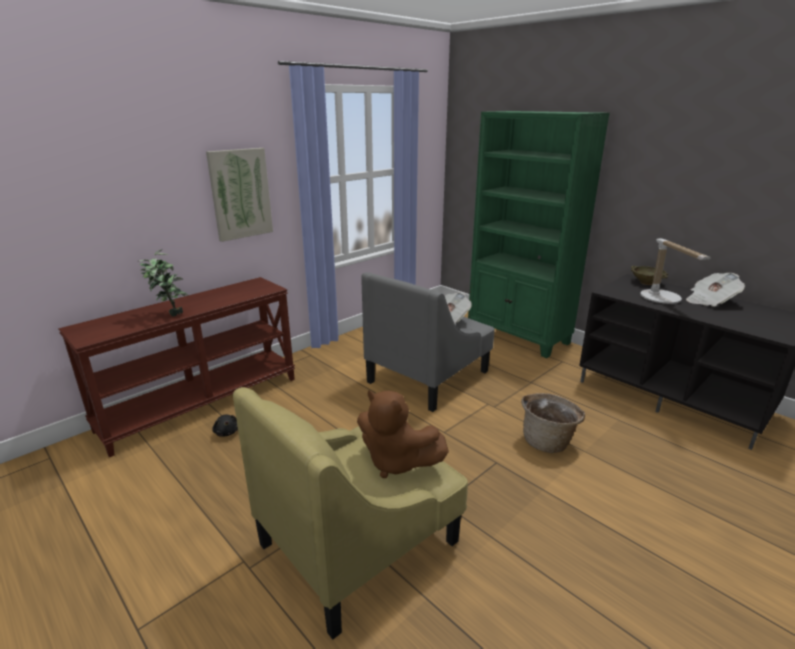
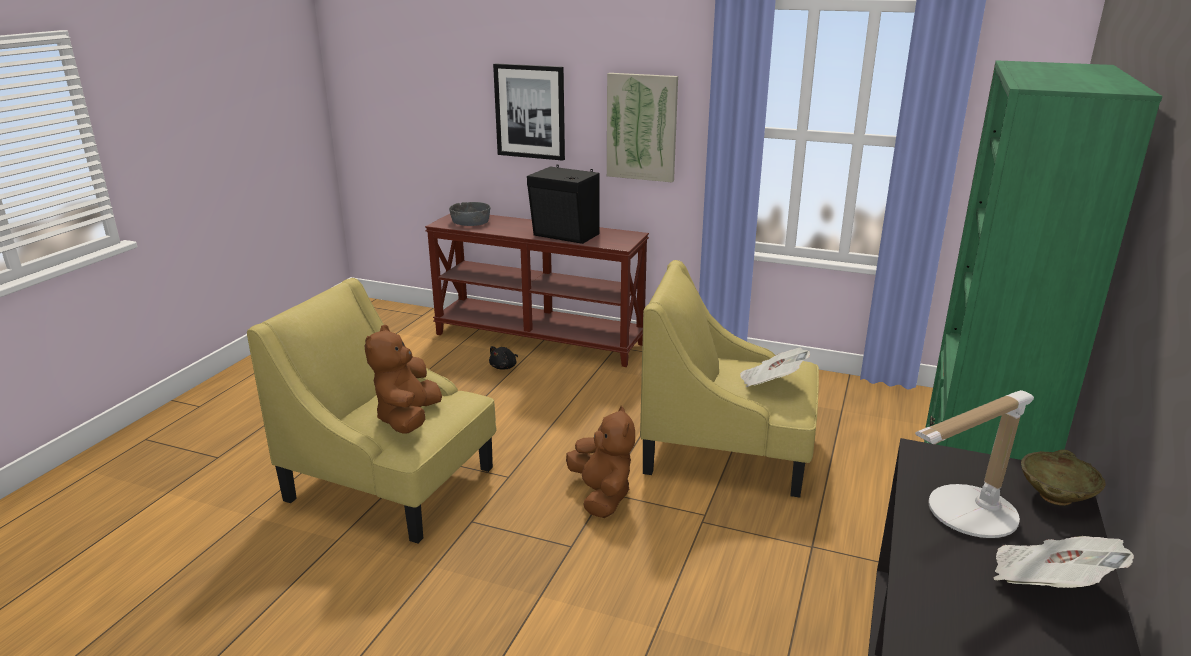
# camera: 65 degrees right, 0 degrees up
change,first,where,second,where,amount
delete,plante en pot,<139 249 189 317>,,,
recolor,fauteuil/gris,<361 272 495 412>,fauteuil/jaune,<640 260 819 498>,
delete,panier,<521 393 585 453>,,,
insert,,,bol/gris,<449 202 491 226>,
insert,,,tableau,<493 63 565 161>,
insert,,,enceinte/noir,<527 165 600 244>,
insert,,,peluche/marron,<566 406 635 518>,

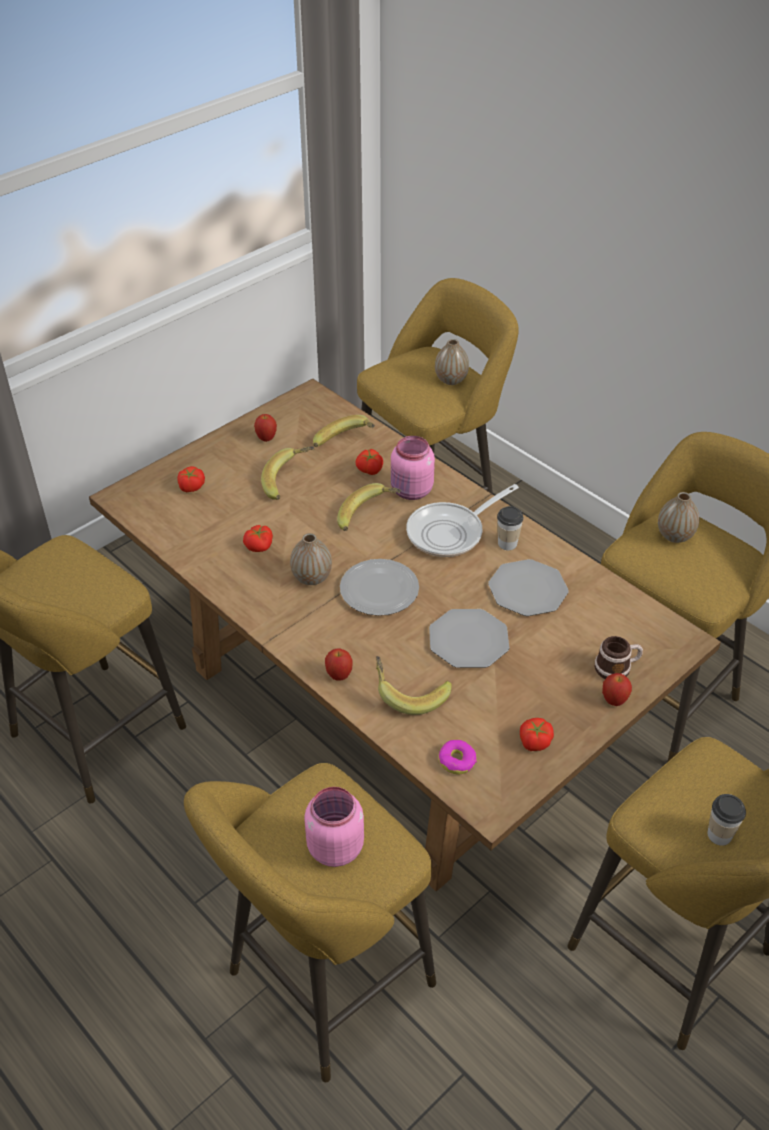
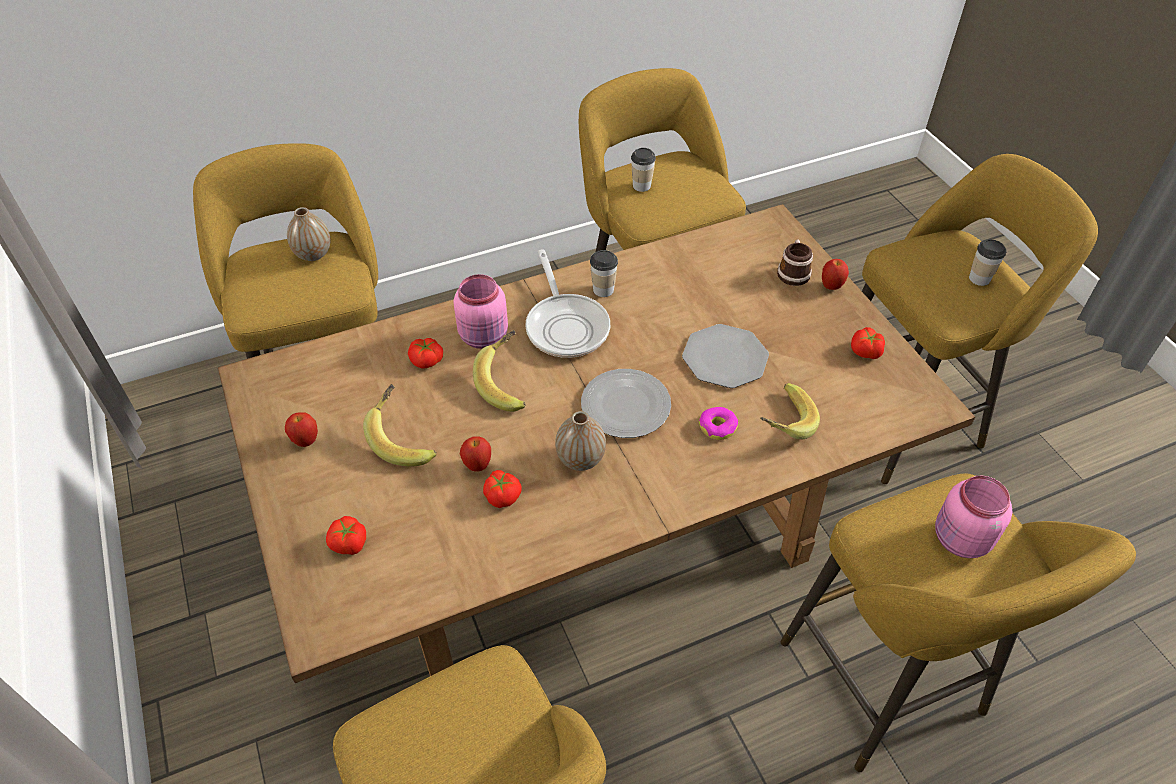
# camera: 70 degrees left, 5 degrees up
change,first,where,second,where,amount
delete,banane,<313 415 375 447>,,,
move,pomme,<325 648 353 681>,,<460 436 491 472>,
move,beignet,<439 740 477 774>,,<699 407 738 440>,
delete,assiette,<488 559 569 616>,,,
replace,vase,<658 492 699 543>,tasse,<631 148 656 192>,

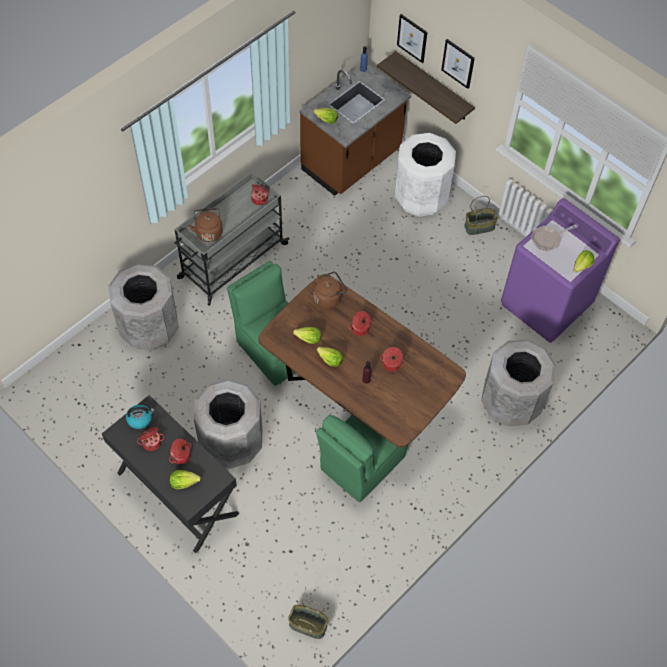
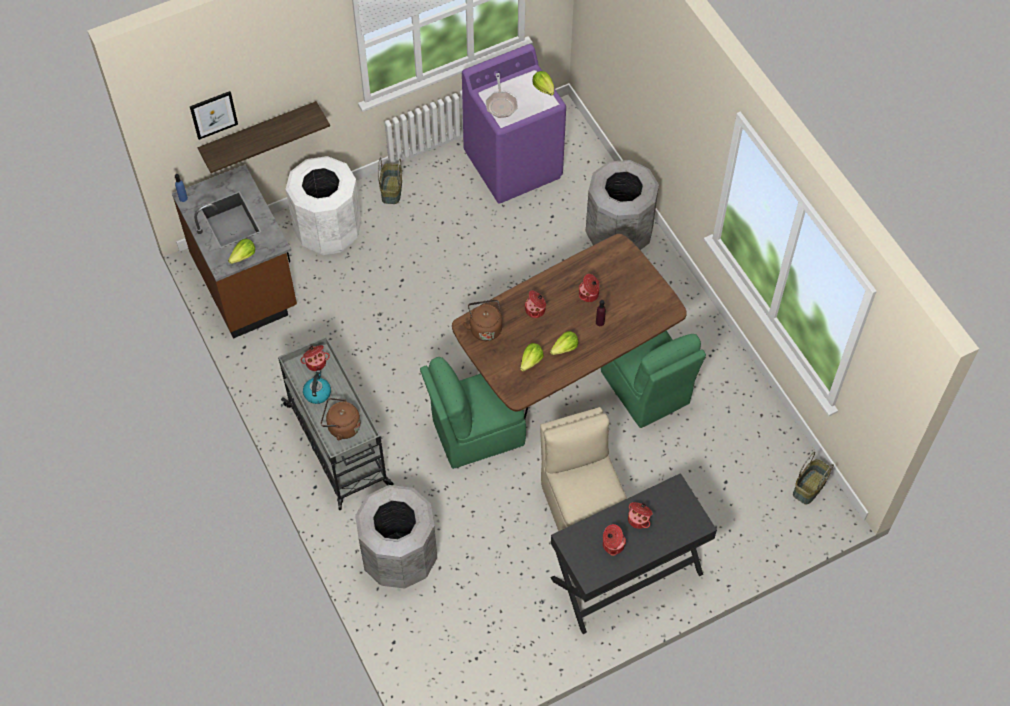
# camera: 70 degrees left, 0 degrees up
change,first,where,second,where,amount
move,bouilloire,<126 405 155 429>,,<303 370 331 404>,
delete,laitue,<170 470 201 489>,,,
replace,poubelle/gris,<194 379 263 469>,chaise/beige,<540 407 627 531>,
delete,tableau,<441 39 475 89>,,,

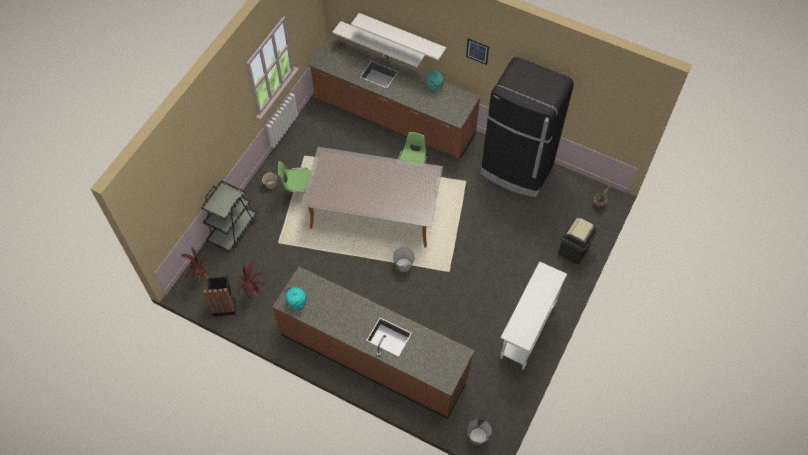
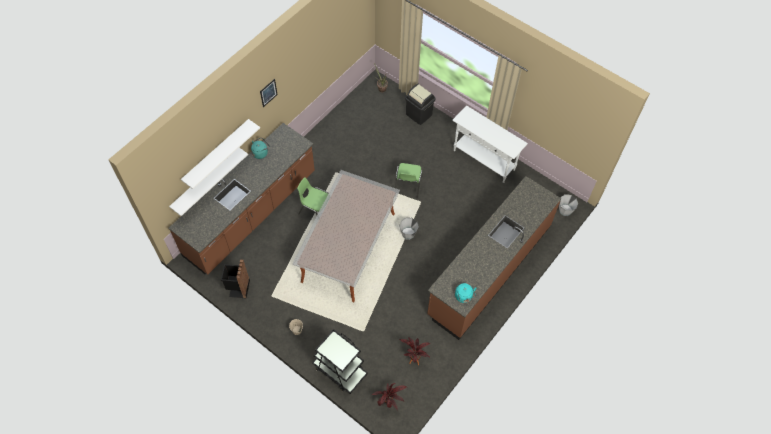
# camera: 80 degrees left, 0 degrees up
change,first,where,second,where,amount
move,poubelle/noir,<203 276 236 317>,,<221 259 250 298>,
move,chaise/vert,<278 161 311 205>,,<395 163 423 200>,
delete,réfrigérateur/noir,<481 57 574 197>,,,

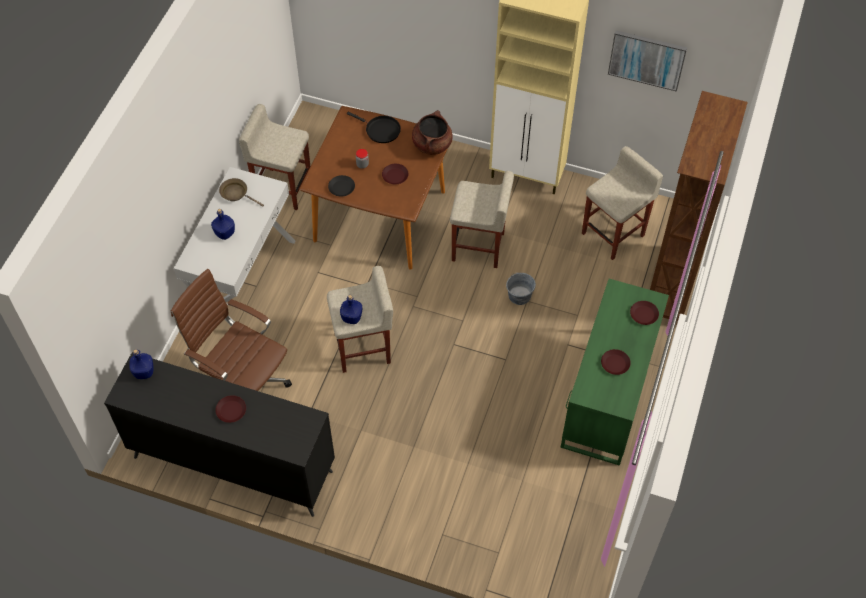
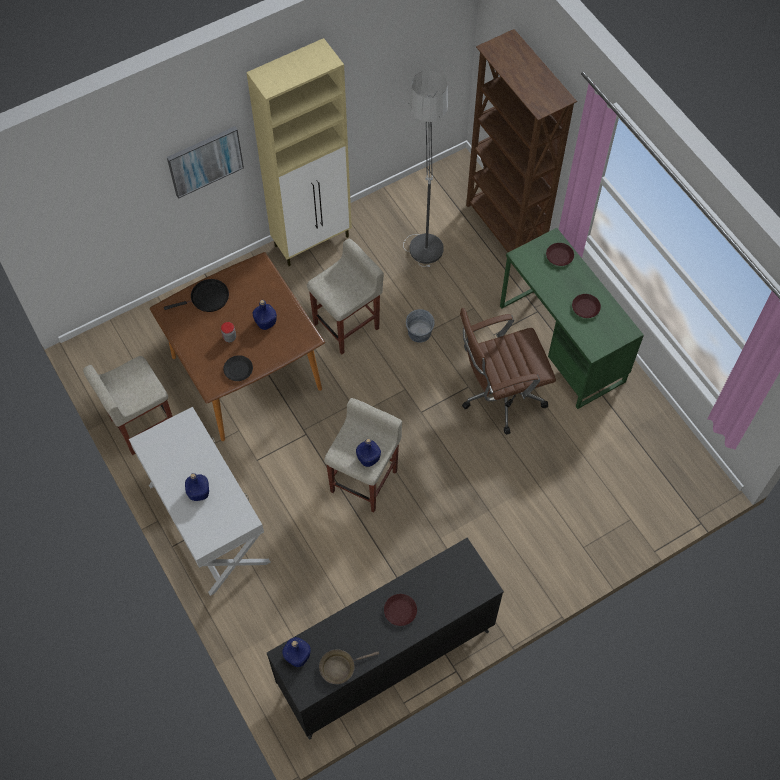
# camera: 50 degrees left, 5 degrees up
change,first,where,second,where,amount
move,chaise de bureau/marron,<171 269 292 391>,,<460 308 556 435>,
move,poêle/marron,<219 178 264 206>,,<319 650 379 684>,
replace,assiette/marron,<382 164 409 184>,bouteille/bleu,<253 300 277 330>,
delete,marmite/marron,<412 110 452 155>,,,
replace,tabouret/beige,<582 146 663 260>,lampadaire,<403 70 448 267>,
move,tableau,<608 30 687 92>,,<167 126 244 199>,

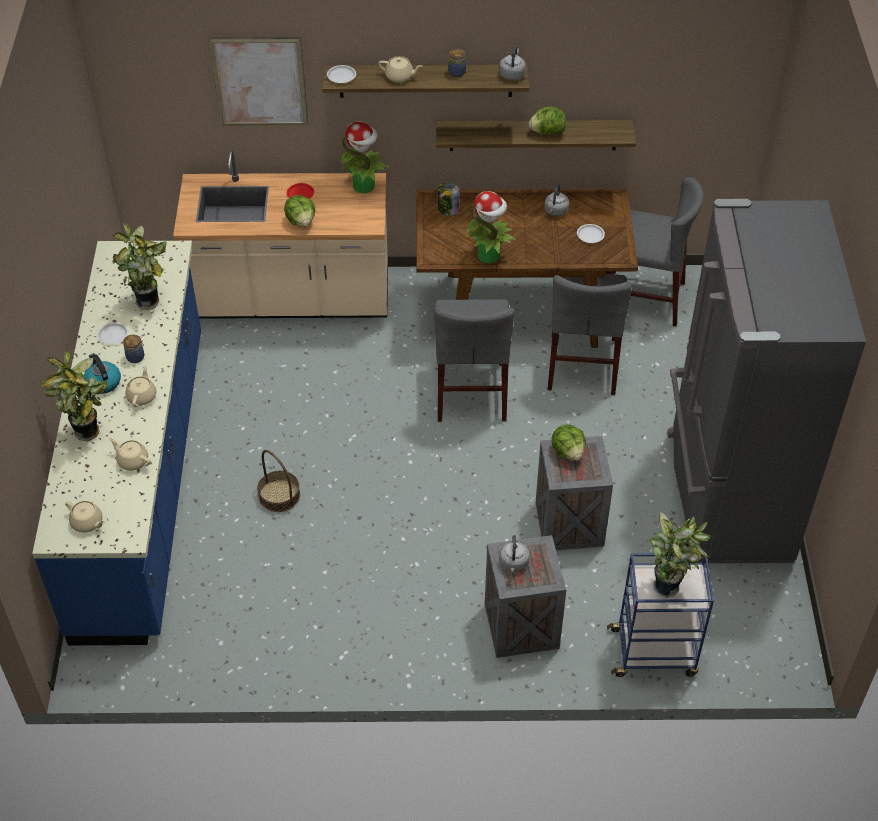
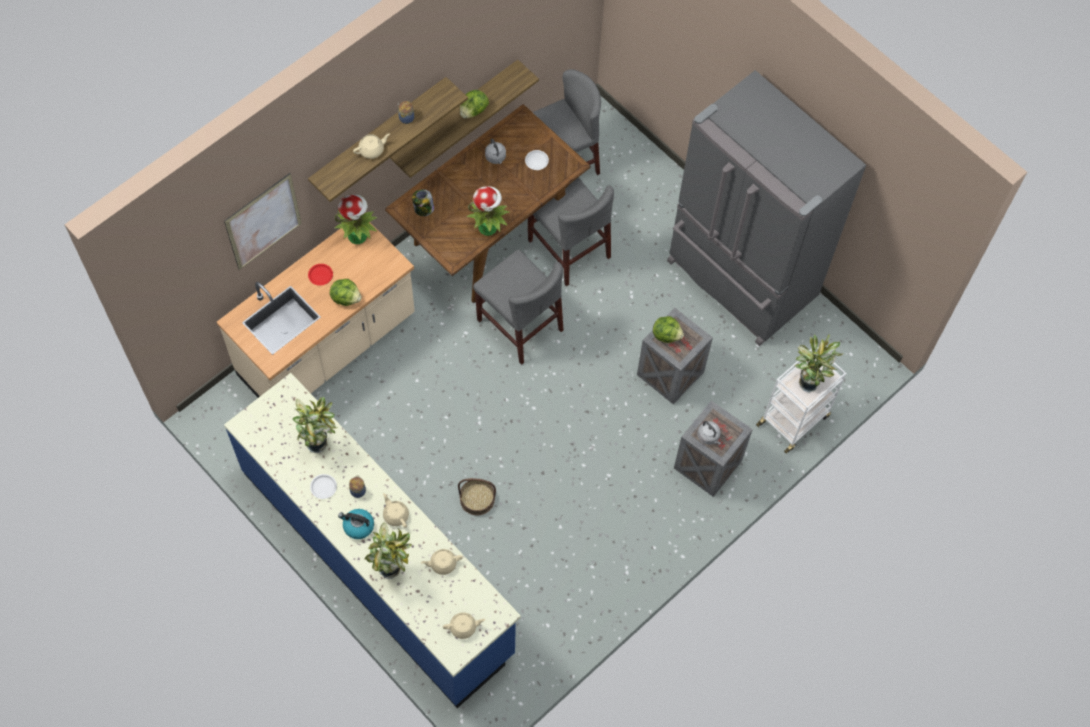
# camera: 45 degrees left, 15 degrees up
change,first,where,second,where,amount
delete,assiette/blanc,<327 65 356 83>,,,
delete,bouilloire/gris,<499 45 526 80>,,,
recolor,chariot/bleu,<607 553 714 677>,chariot/blanc,<756 347 846 454>,

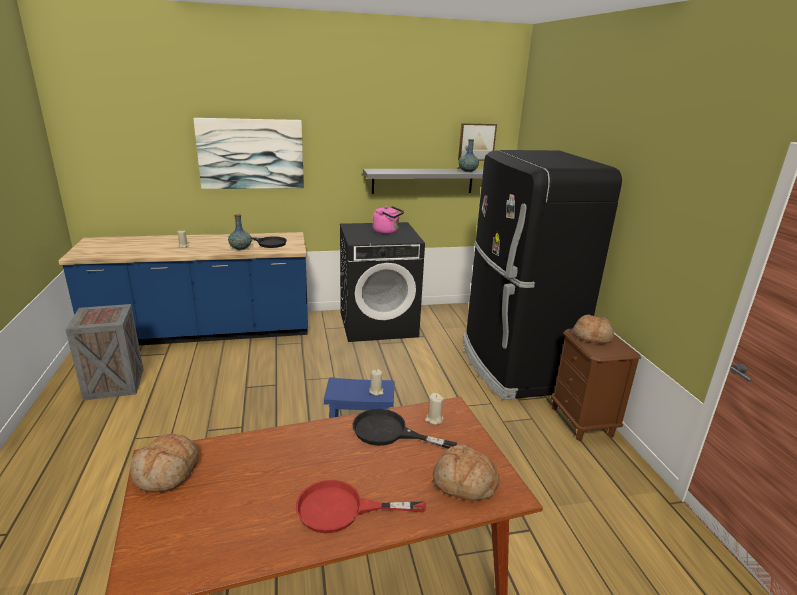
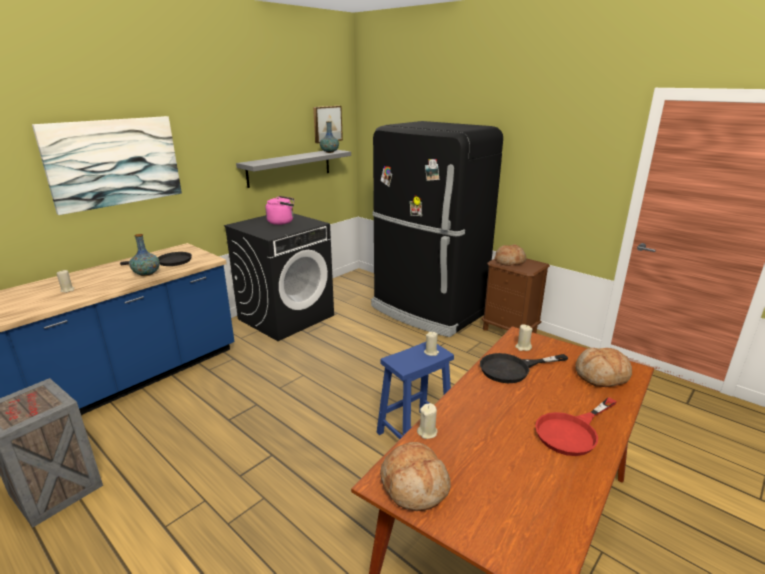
# camera: 35 degrees left, 0 degrees up
change,first,where,second,where,amount
insert,,,bougie/beige,<417 403 438 439>,

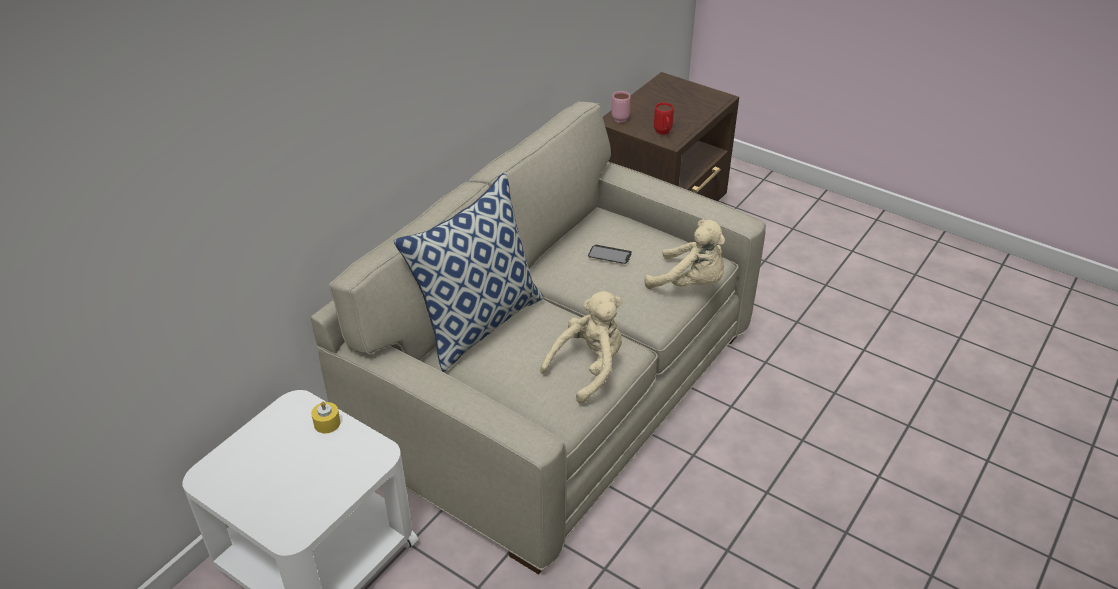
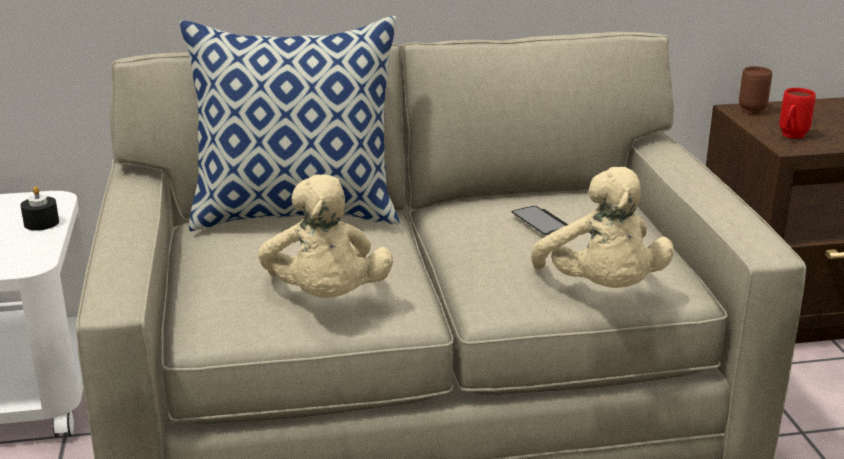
# camera: 45 degrees right, 15 degrees down
change,first,where,second,where,amount
recolor,bougie/jaune,<311 401 341 433>,bougie/noir,<20 186 59 231>,
rotate,peluche/beige,<540 291 623 404>,,<258 174 393 298>,75 degrees clockwise
recolor,mug/rose,<611 91 631 123>,mug/marron,<739 66 772 114>,

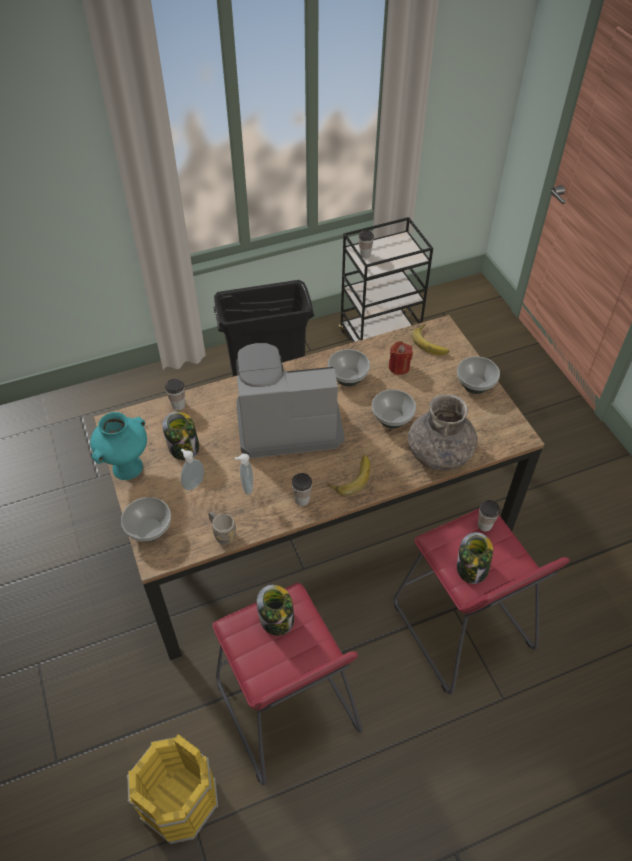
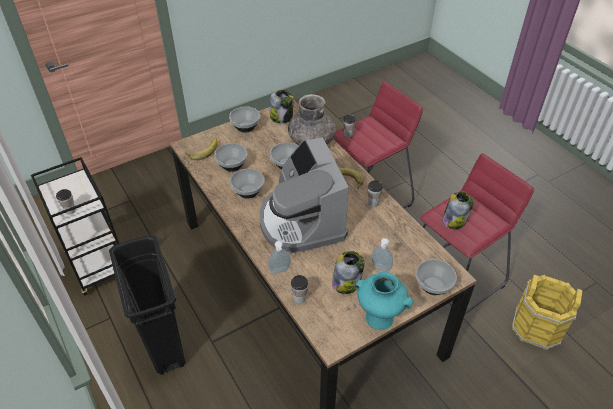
# camera: 100 degrees left, 5 degrees down
change,first,where,second,where,amount
delete,mug/gris,<208 511 236 545>,,,
move,distributeur de savon,<235 454 253 495>,,<268 241 291 274>,
replace,bougie/rouge,<389 341 413 375>,bol,<214 143 247 172>,
move,bocal,<457 532 493 584>,,<270 90 294 123>,

